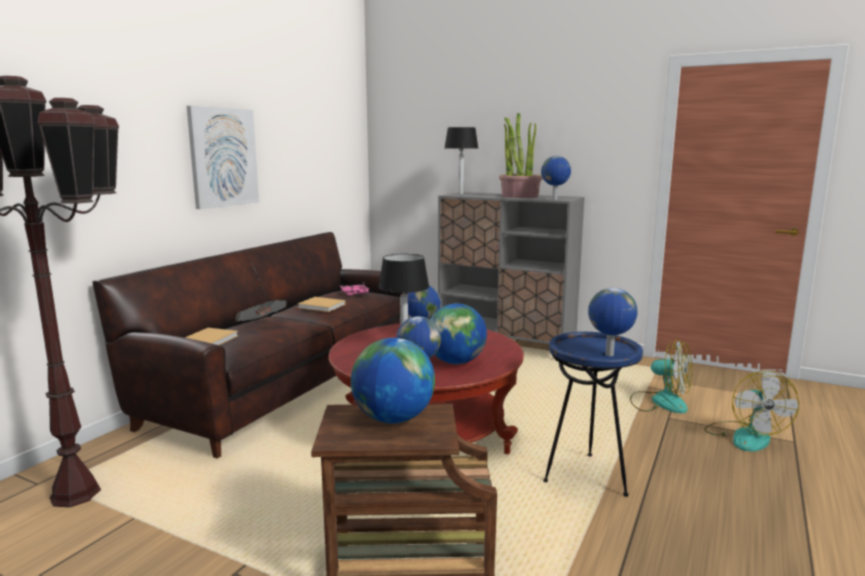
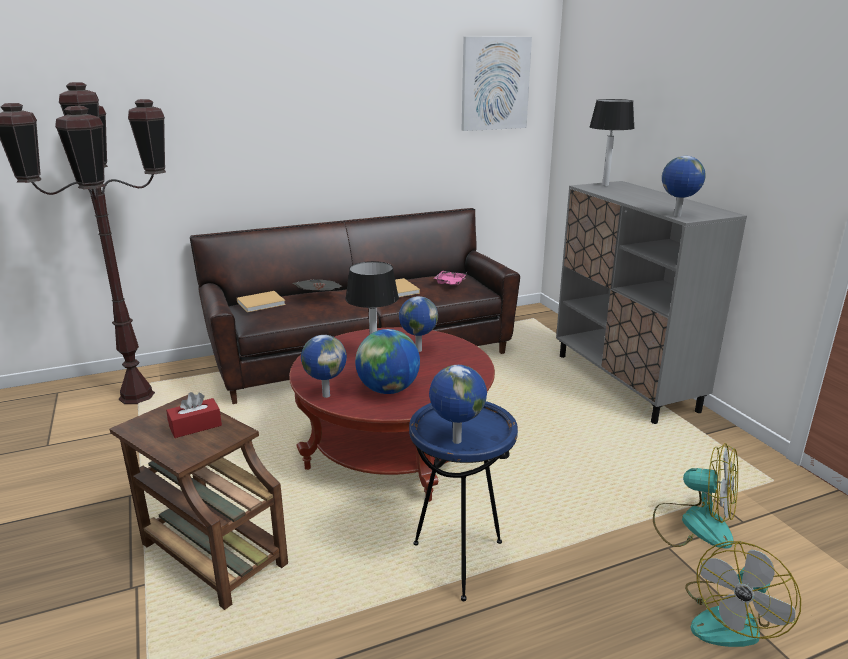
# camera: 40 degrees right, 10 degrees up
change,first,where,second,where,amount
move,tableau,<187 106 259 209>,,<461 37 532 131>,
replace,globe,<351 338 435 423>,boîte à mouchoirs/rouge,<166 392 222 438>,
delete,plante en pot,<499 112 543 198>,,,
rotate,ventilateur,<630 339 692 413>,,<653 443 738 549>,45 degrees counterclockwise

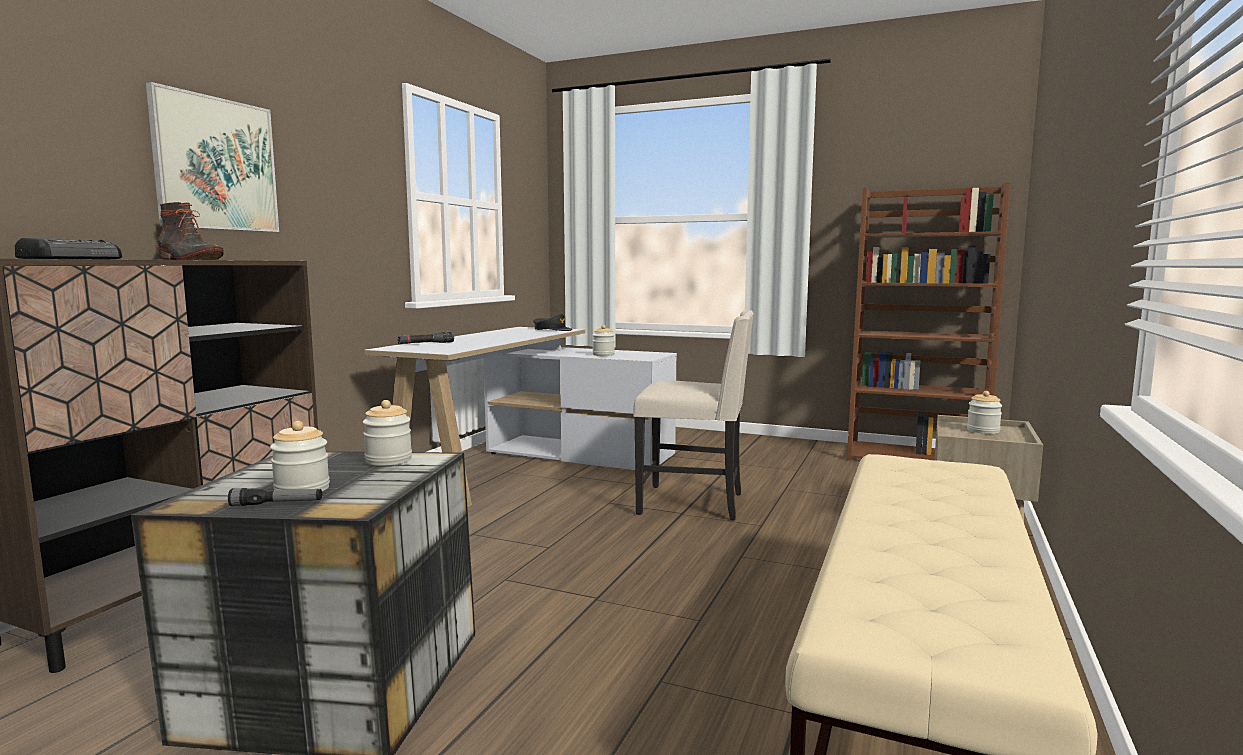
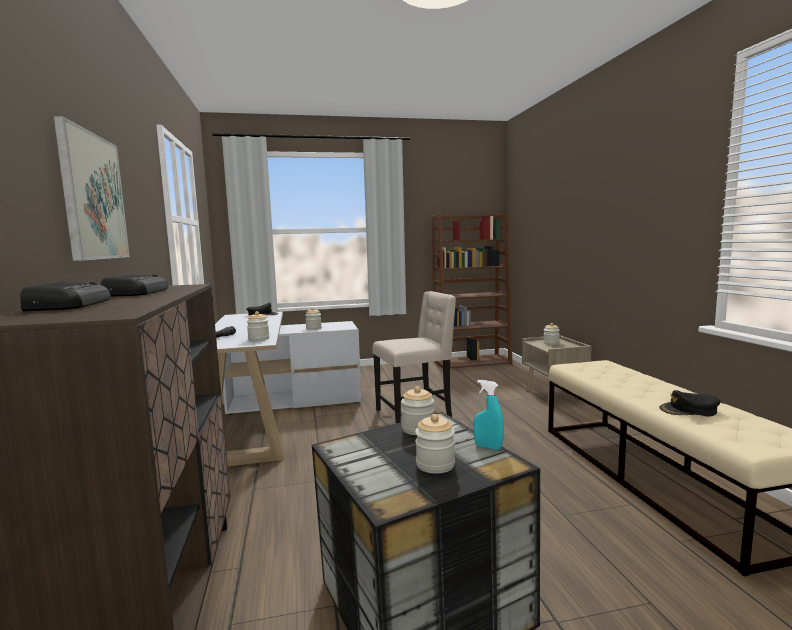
# camera: 35 degrees left, 0 degrees up
change,first,where,second,where,amount
replace,botte,<157 202 224 260>,radio,<101 274 168 297>,
delete,lampe de poche,<228 488 322 506>,,,
insert,,,bocal,<247 311 269 341>,
insert,,,vaporisateur/turquoise,<474 380 504 450>,
insert,,,casquette/noir,<659 390 721 416>,

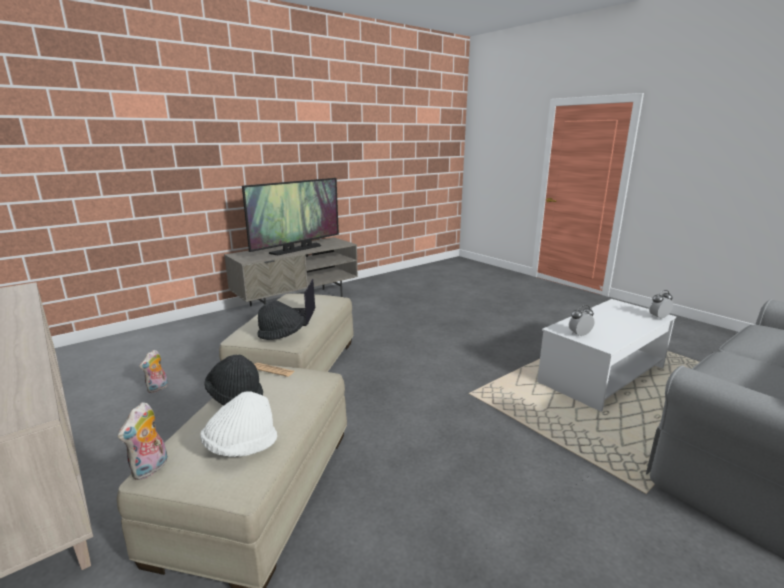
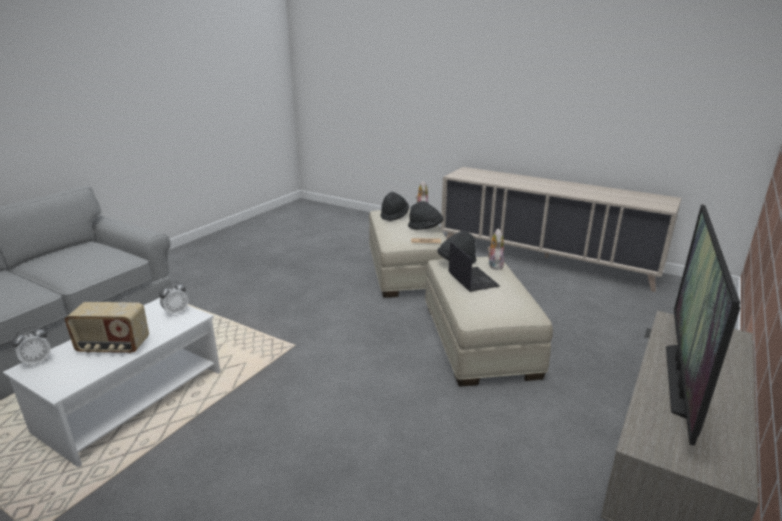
# camera: 160 degrees right, 5 degrees up
change,first,where,second,where,amount
move,peluche,<139 350 168 393>,,<487 229 504 270>,
recolor,chapeau/blanc,<200 391 277 457>,chapeau/noir,<381 192 409 221>,
insert,,,radio,<64 302 149 354>,

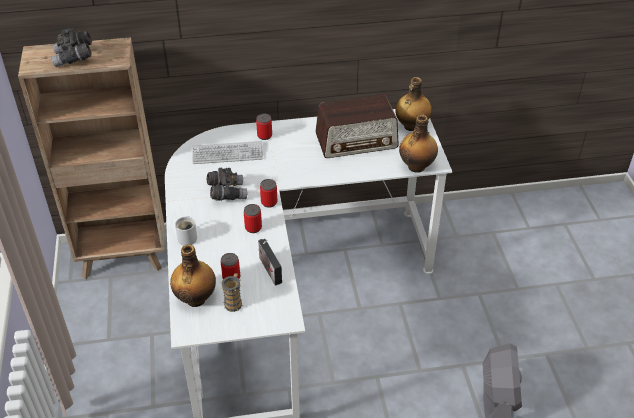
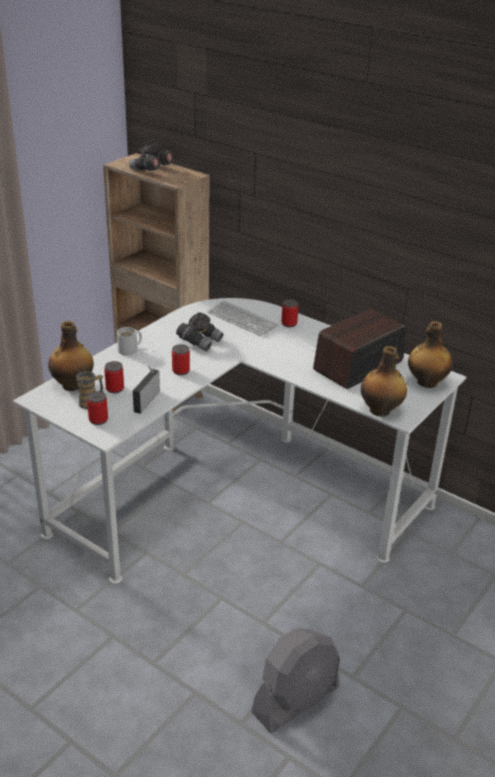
# camera: 45 degrees right, 10 degrees down
change,first,where,second,where,amount
move,boîte métallique,<260 179 277 208>,,<87 391 108 425>,
rotate,radio,<315 94 399 158>,,<313 308 406 389>,105 degrees clockwise

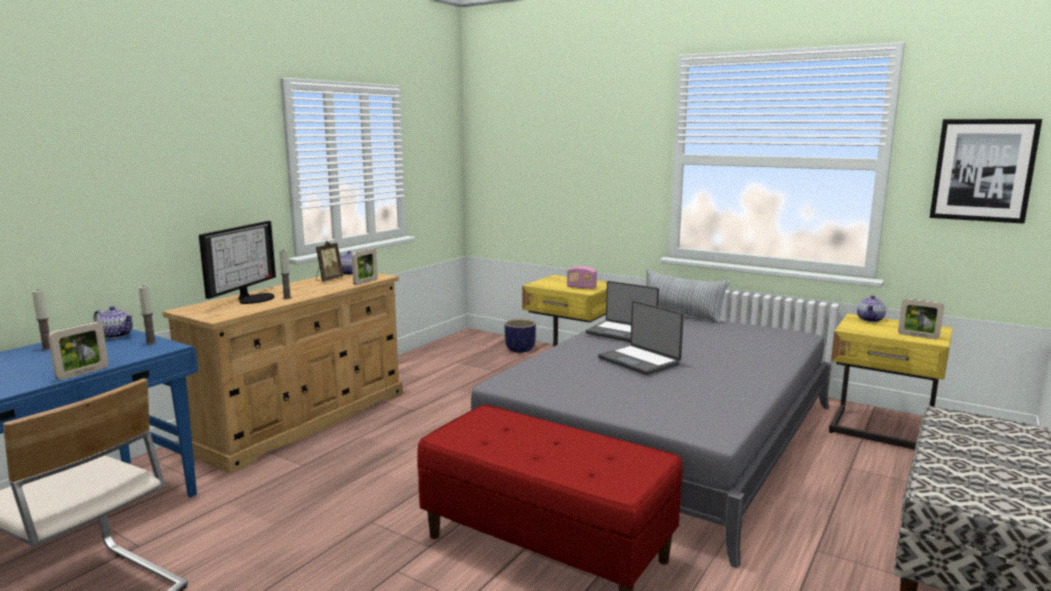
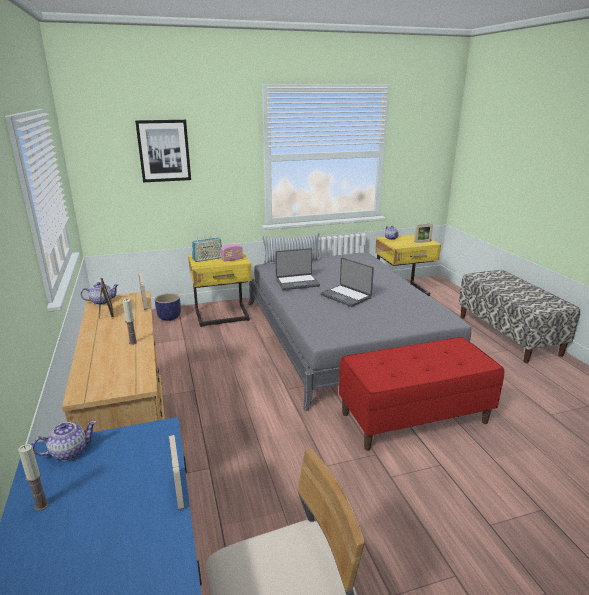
# camera: 50 degrees left, 10 degrees up
change,first,where,second,where,amount
delete,bougie,<138 285 157 344>,,,
delete,écran d'ordinateur,<199 221 276 304>,,,
rotate,ordinateur portable,<598 301 684 375>,,<320 257 374 307>,45 degrees clockwise
move,tableau,<929 119 1042 224>,,<135 120 191 182>,
insert,,,radio,<192 236 222 262>,

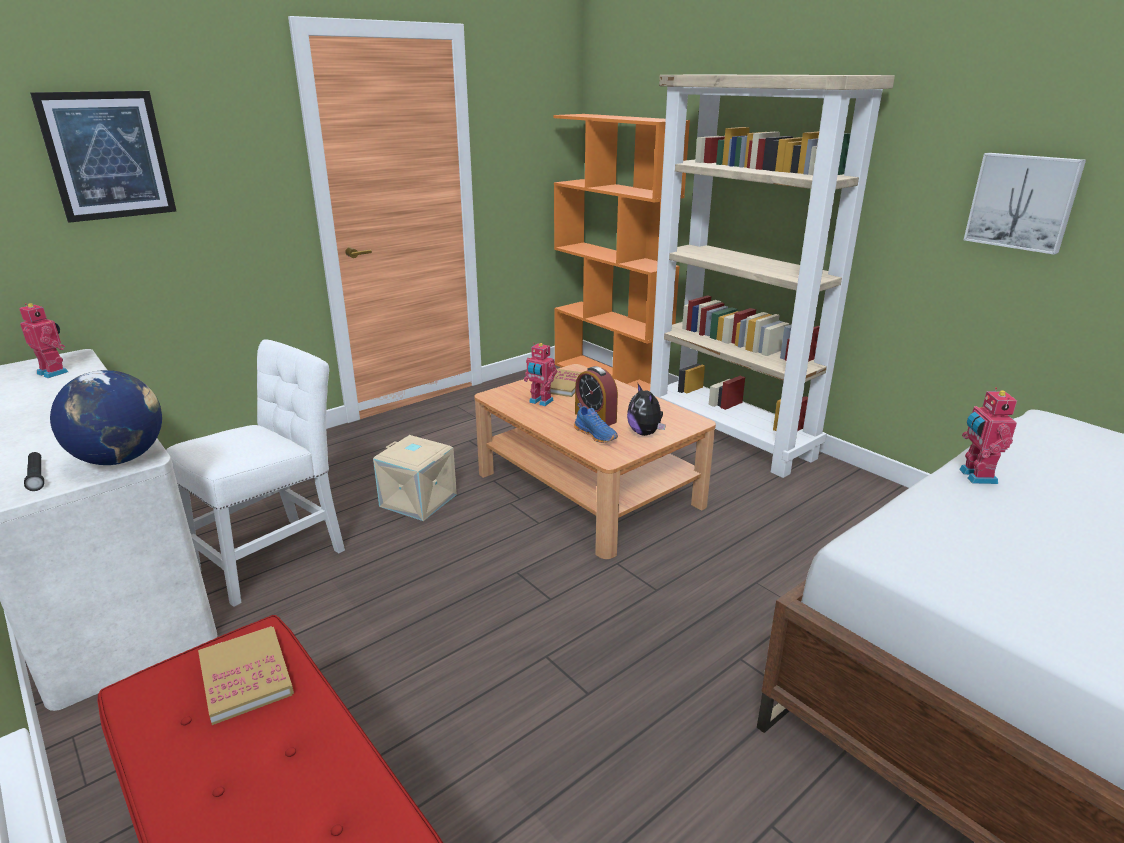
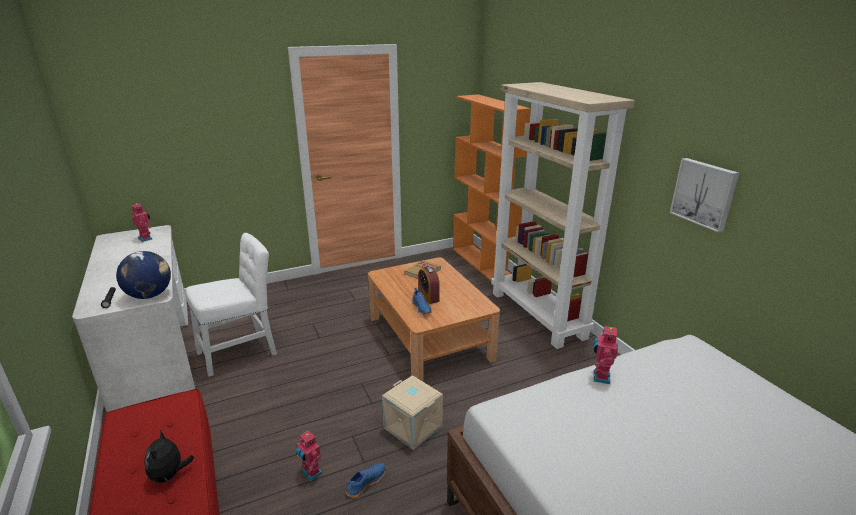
# camera: 15 degrees right, 0 degrees up
change,first,where,second,where,amount
delete,tableau,<30 91 176 223>,,,
delete,livre,<198 626 294 725>,,,
move,boîte de rangement/beige,<373 435 457 521>,,<382 375 443 450>,
move,robot jouet,<524 343 557 406>,,<296 430 323 481>,
move,peluche,<627 384 665 436>,,<144 430 194 483>,
insert,,,chaussure/bleu,<346 463 385 498>,

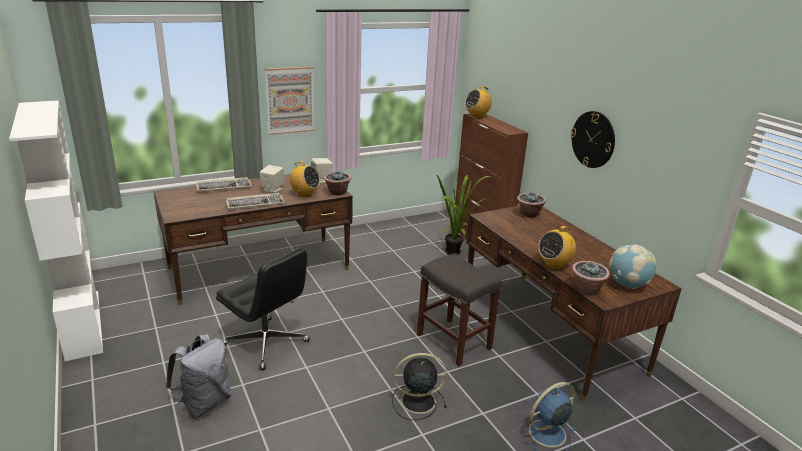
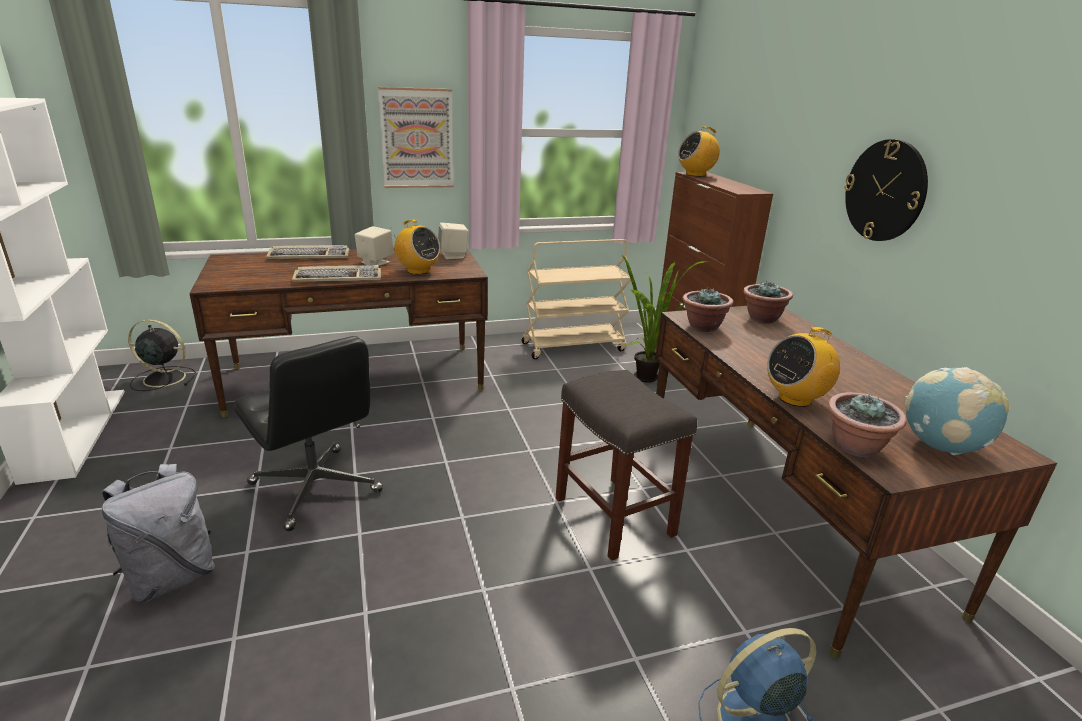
# camera: 10 degrees right, 0 degrees up
change,first,where,second,where,amount
move,plante en pot,<324 171 351 195>,,<682 287 733 332>,
move,ventilateur/noir,<392 353 447 420>,,<128 319 196 391>,
insert,,,chariot/beige,<521 239 631 359>,

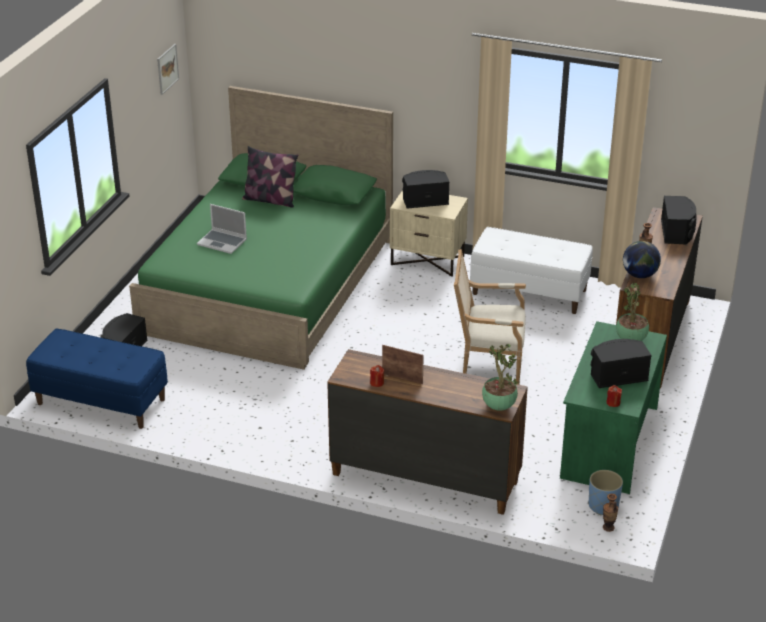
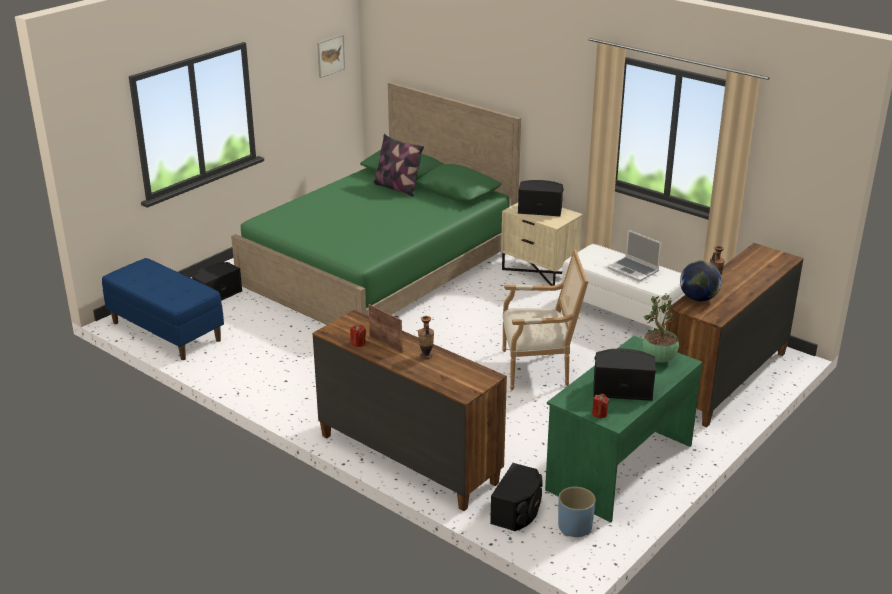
# camera: 20 degrees right, 5 degrees down
change,first,where,second,where,amount
move,ordinateur portable,<197 204 247 254>,,<607 230 661 282>,
rotate,fauteuil,<454 249 526 385>,,<502 249 588 390>,150 degrees clockwise
delete,plante en pot,<482 344 518 411>,,,
move,vase,<603 494 618 532>,,<418 316 434 360>,
move,enceinte/noir,<661 196 696 244>,,<490 463 543 531>,

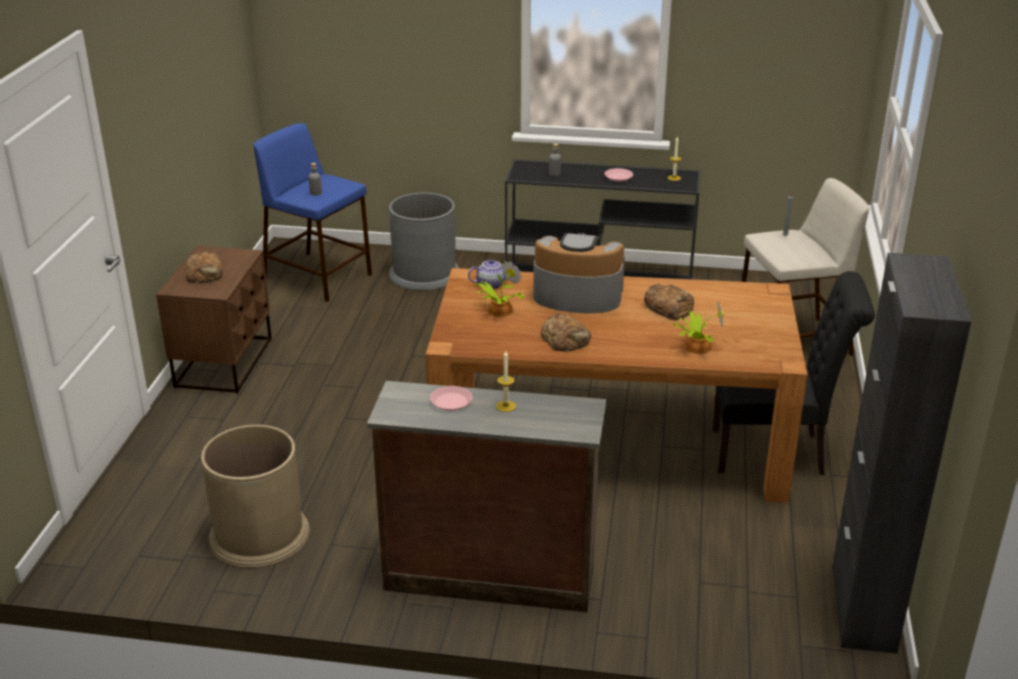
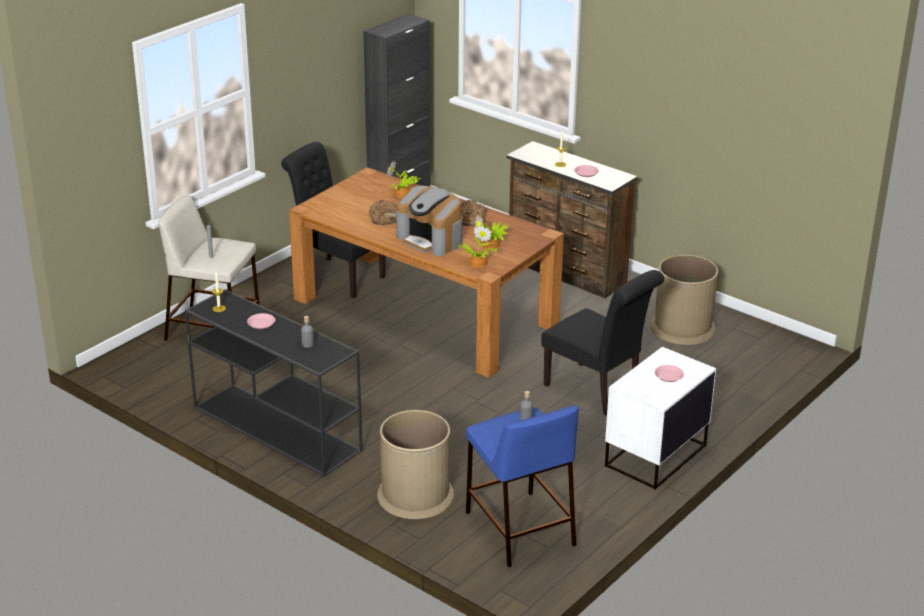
# camera: 150 degrees left, 0 degrees up
change,first,where,second,where,amount
recolor,table de chevet/marron,<156 246 272 394>,table de chevet/blanc,<605 347 716 490>,
replace,pain,<185 251 223 284>,assiette/rose,<655 365 684 382>,
recolor,poubelle/gris,<389 192 459 290>,poubelle/marron,<377 410 454 519>,
replace,théière,<468 259 514 289>,plante en pot,<457 225 497 268>,
insert,,,chaise/noir,<541 270 664 416>,

